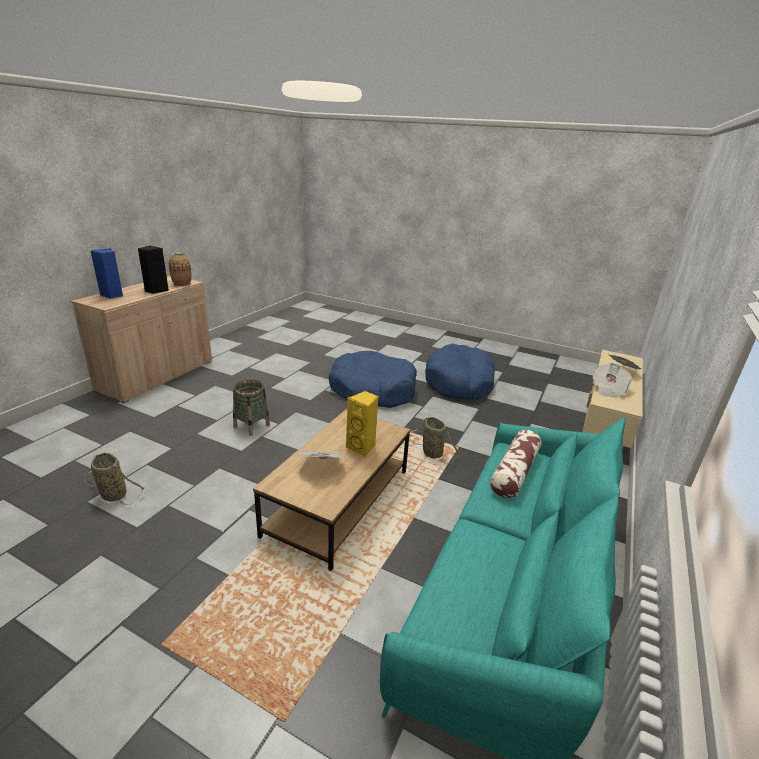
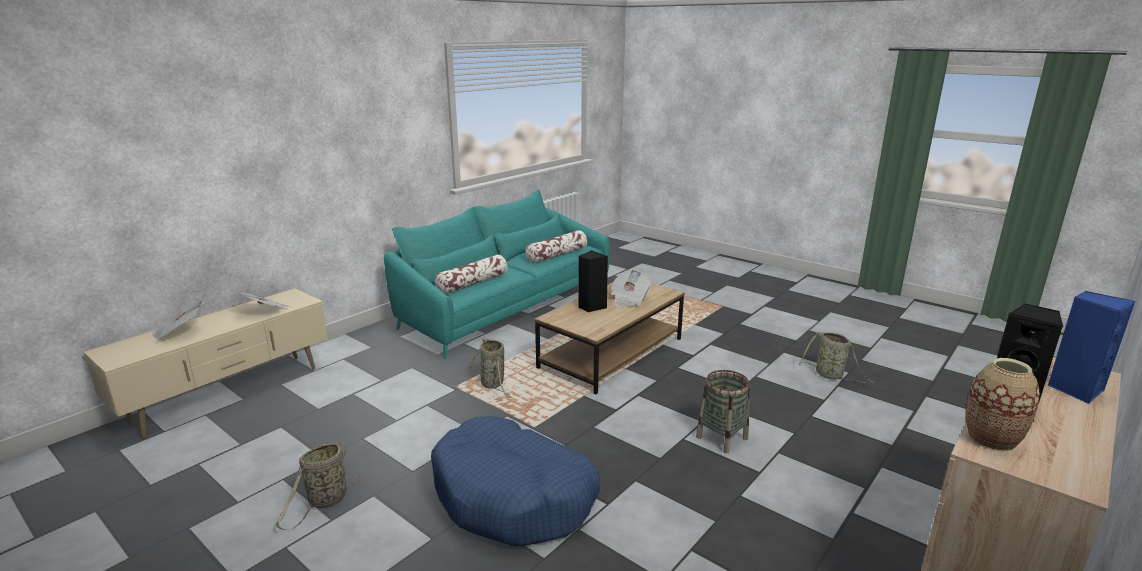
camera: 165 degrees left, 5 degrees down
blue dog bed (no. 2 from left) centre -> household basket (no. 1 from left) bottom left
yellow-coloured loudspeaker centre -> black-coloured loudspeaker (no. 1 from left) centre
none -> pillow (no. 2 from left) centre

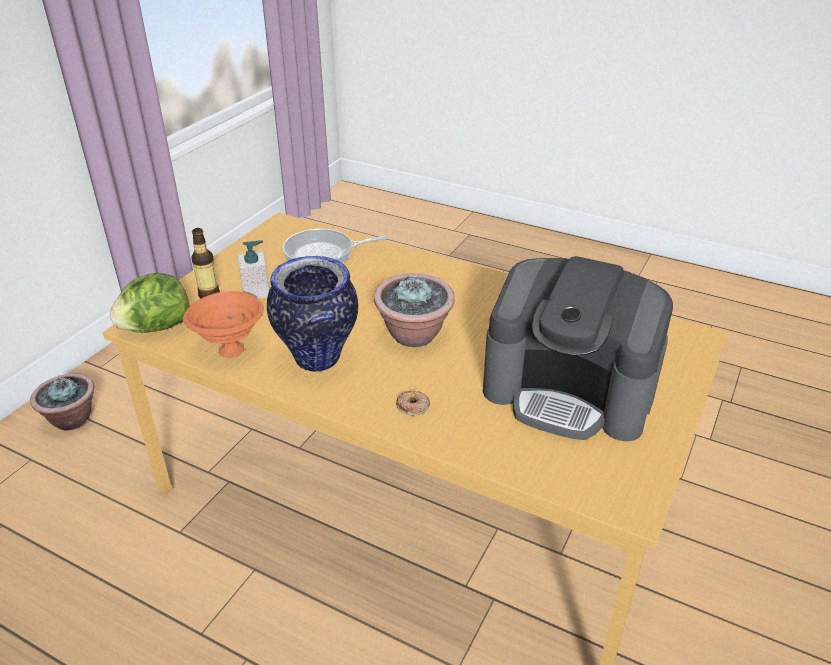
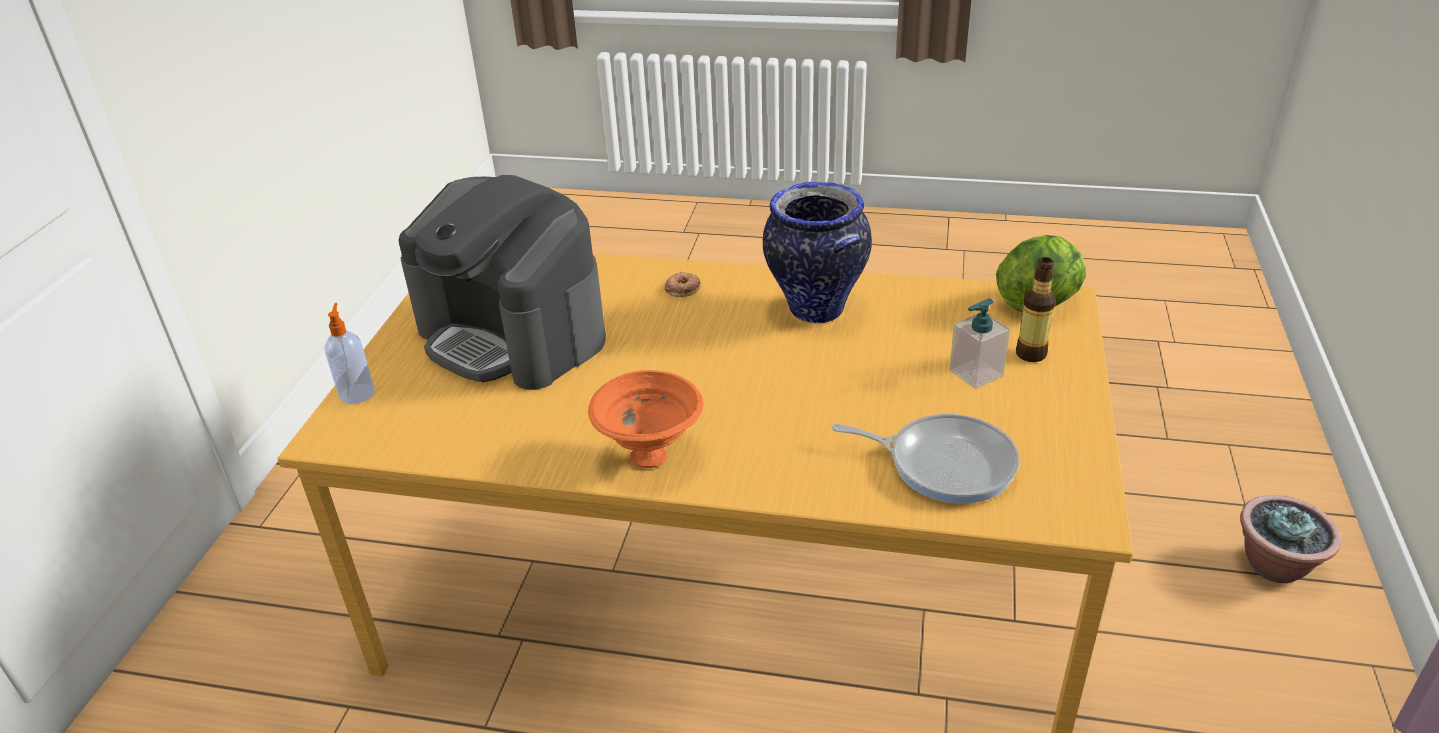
camera: 165 degrees right, 0 degrees up
frying pan centre, 45 degrees clockwise
coffee brewer middle right -> coffee brewer centre, 150 degrees counterclockwise
potted plant (no. 2 from left) centre -> none
orange serving bowl middle left -> orange serving bowl centre, relocated
none -> soap dispenser (no. 1 from left) middle left

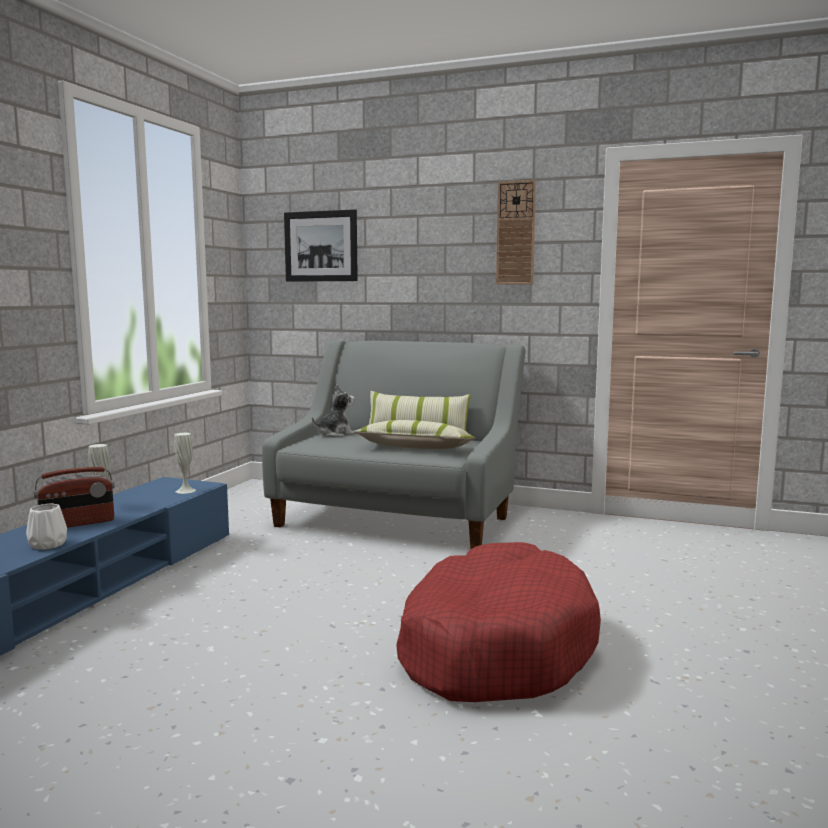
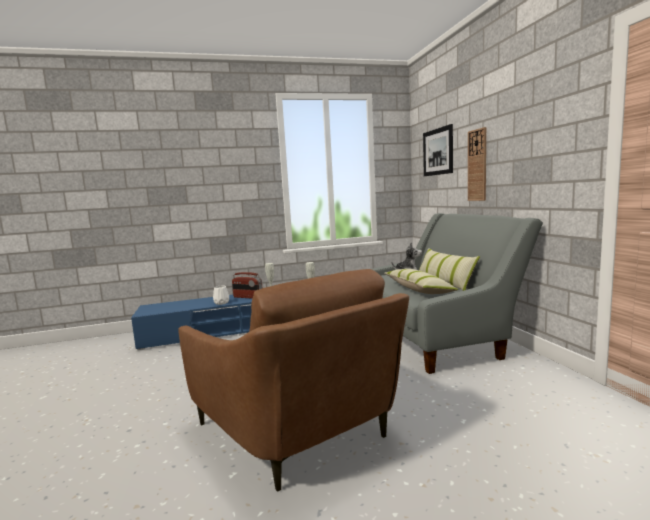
camera: 55 degrees right, 0 degrees up
wall clock top centre -> wall clock top right, relocated
red dog bed bottom centre -> brownish lounge chair bottom centre

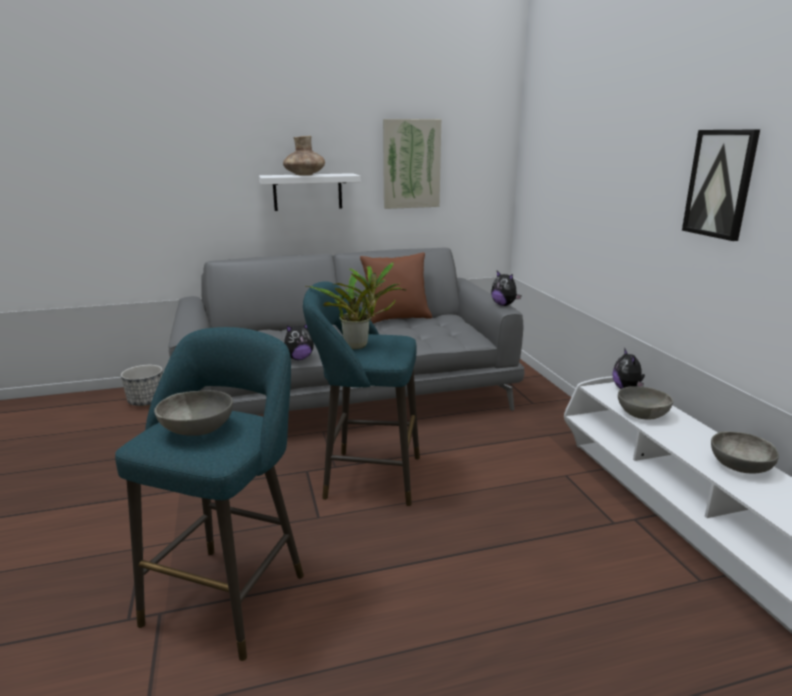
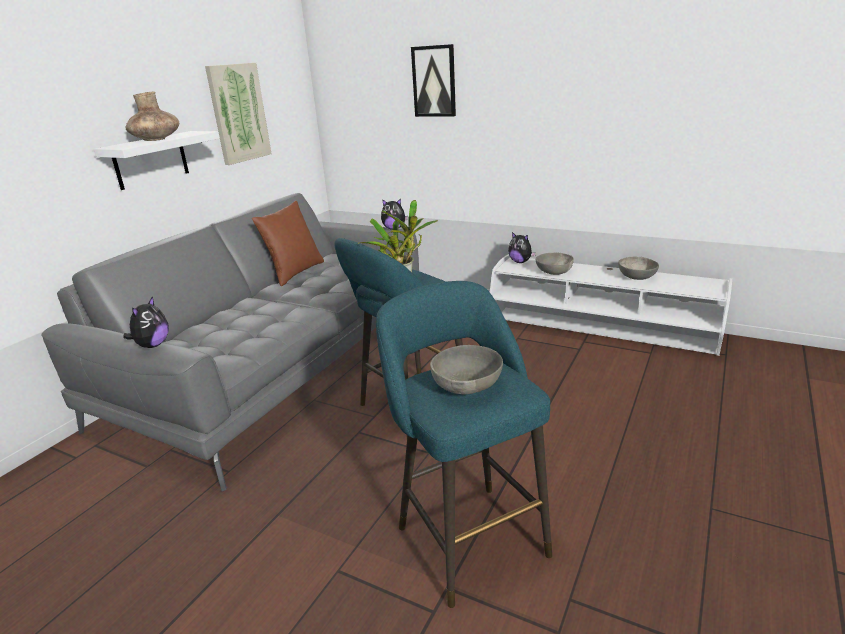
camera: 45 degrees left, 5 degrees up
wall art (no. 2 from left) top right -> wall art (no. 2 from left) top centre, relocated
soft toy (no. 1 from left) centre -> soft toy (no. 1 from left) middle left, relocated
planter middle left -> none

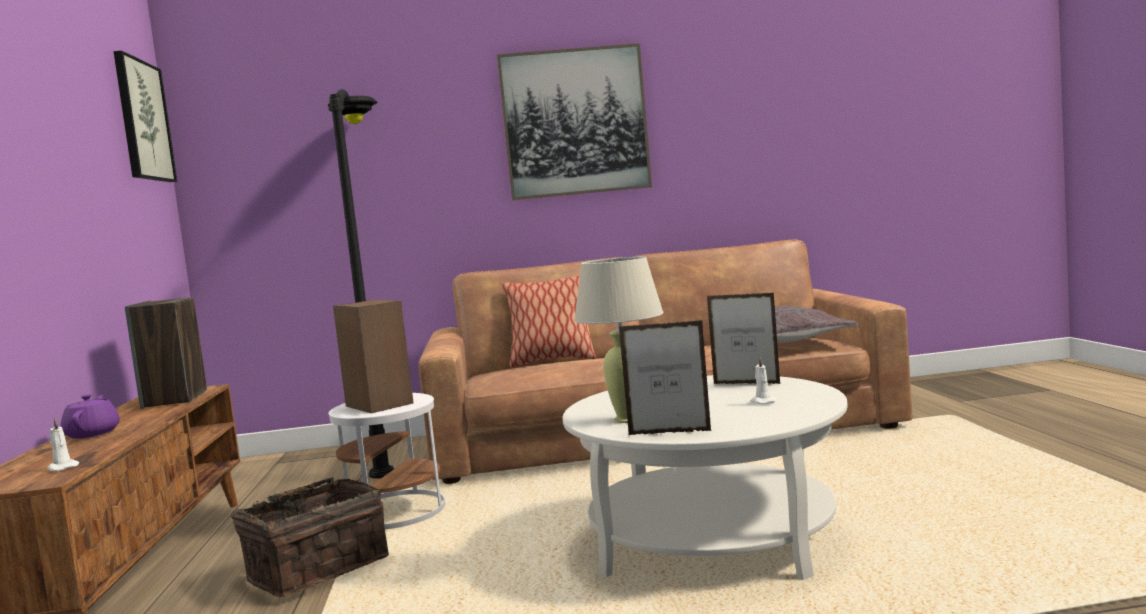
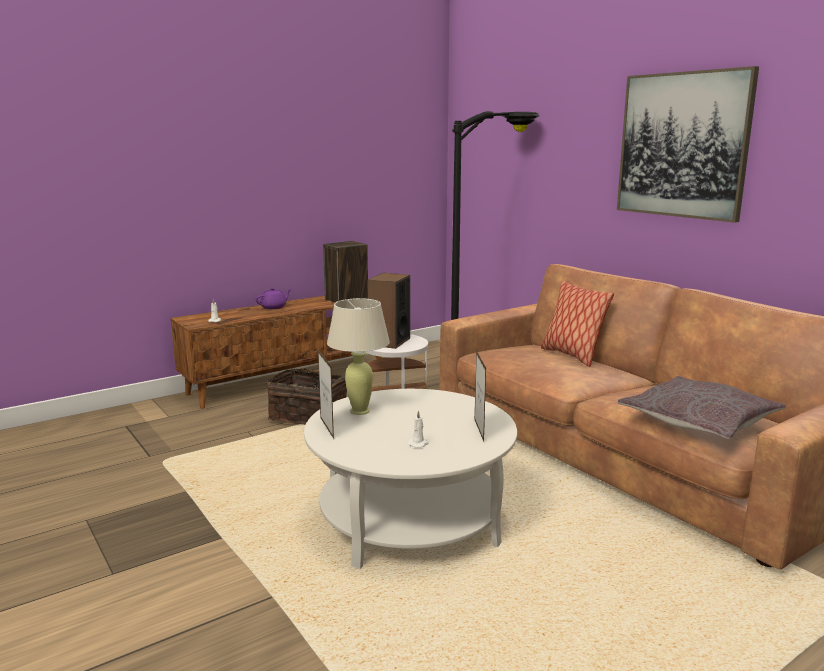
camera: 60 degrees right, 10 degrees up
wall art (no. 1 from left) top left -> none

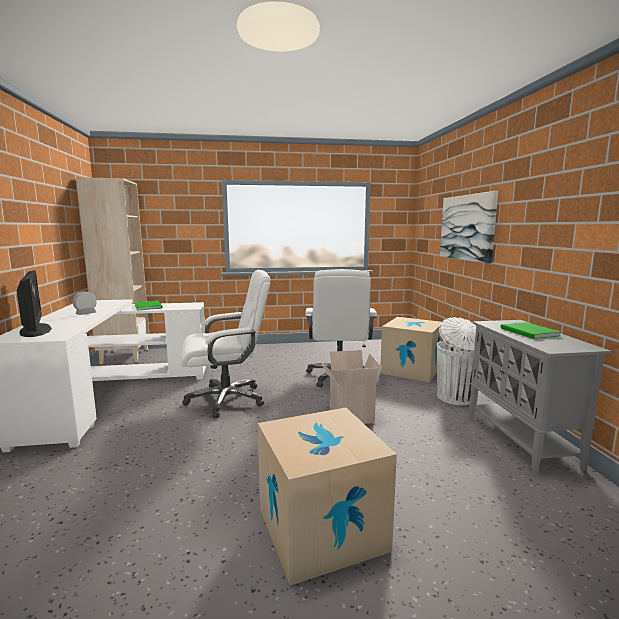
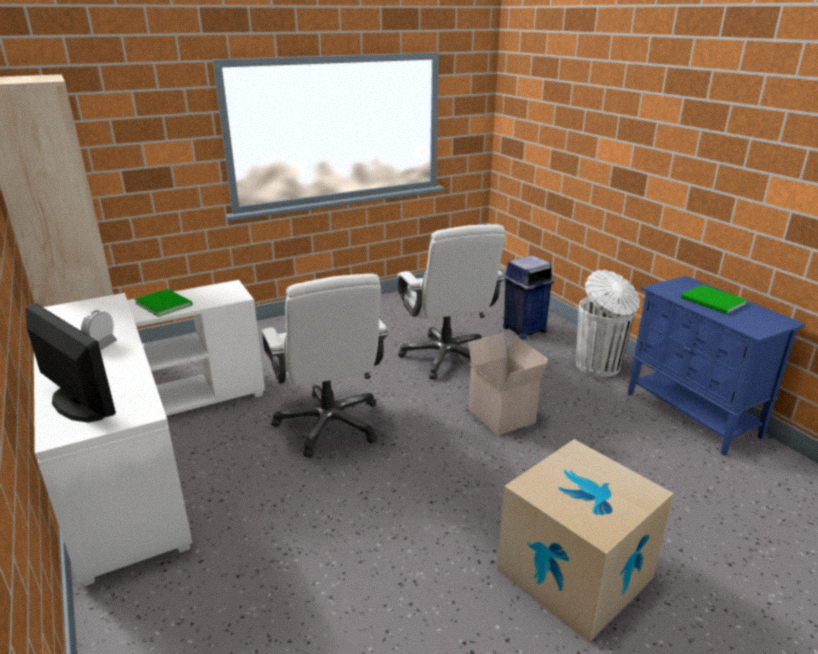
camera: 20 degrees left, 15 degrees up
wall art middle right -> none
whitish computer chair (no. 1 from left) centre, 105 degrees clockwise
cardboard box (no. 3 from left) centre -> blue trash can centre
greyish cabinet middle right -> blue cabinet middle right

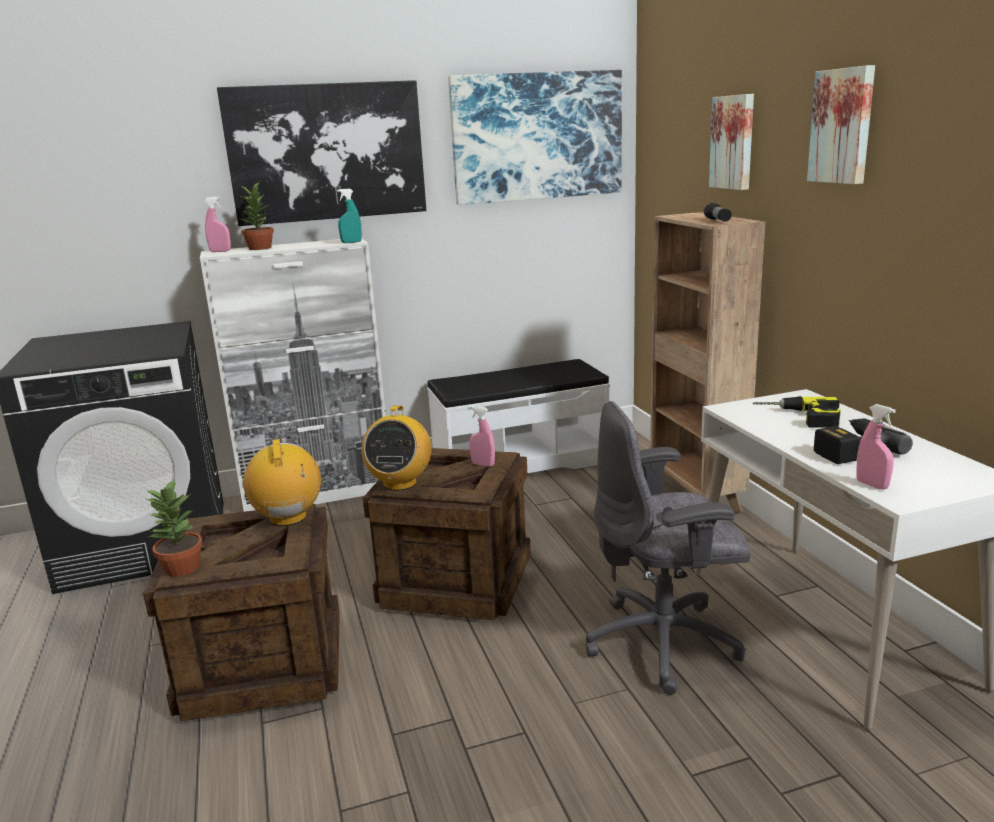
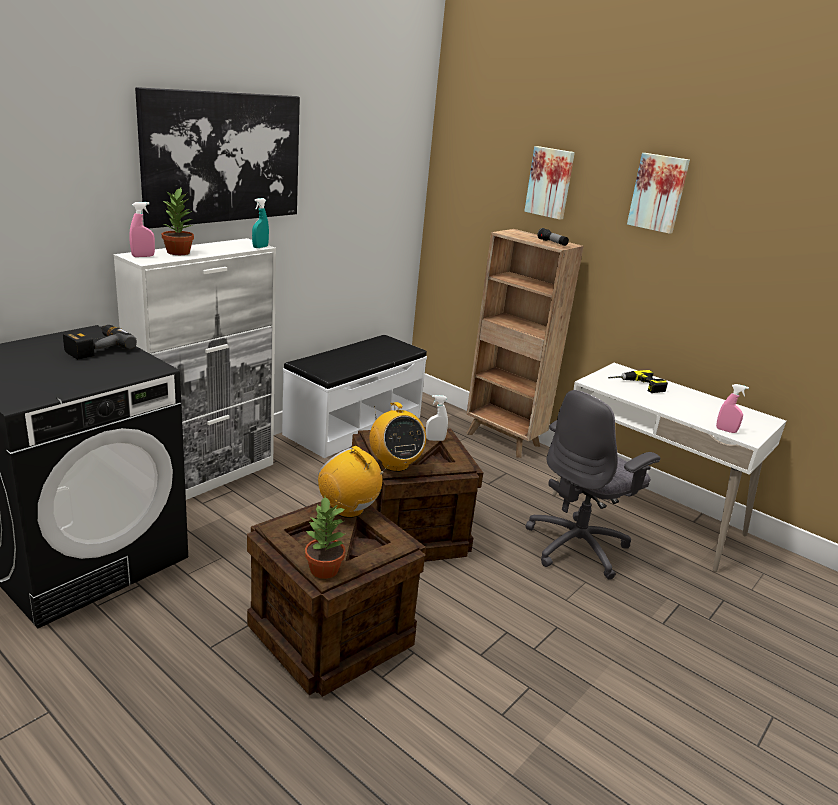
camera: 35 degrees left, 5 degrees up
wall art (no. 2 from left) top centre -> none
pink spray bottle (no. 2 from left) centre -> whitish spray bottle centre
power drill (no. 2 from left in the first image) middle right -> power drill (no. 1 from left) middle left, relocated

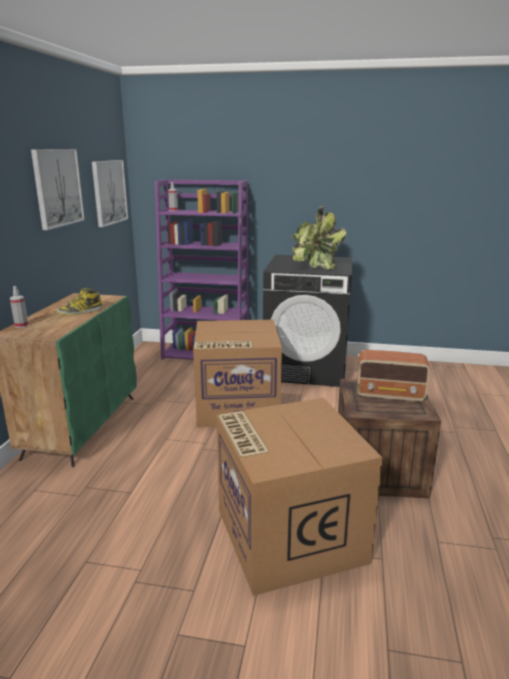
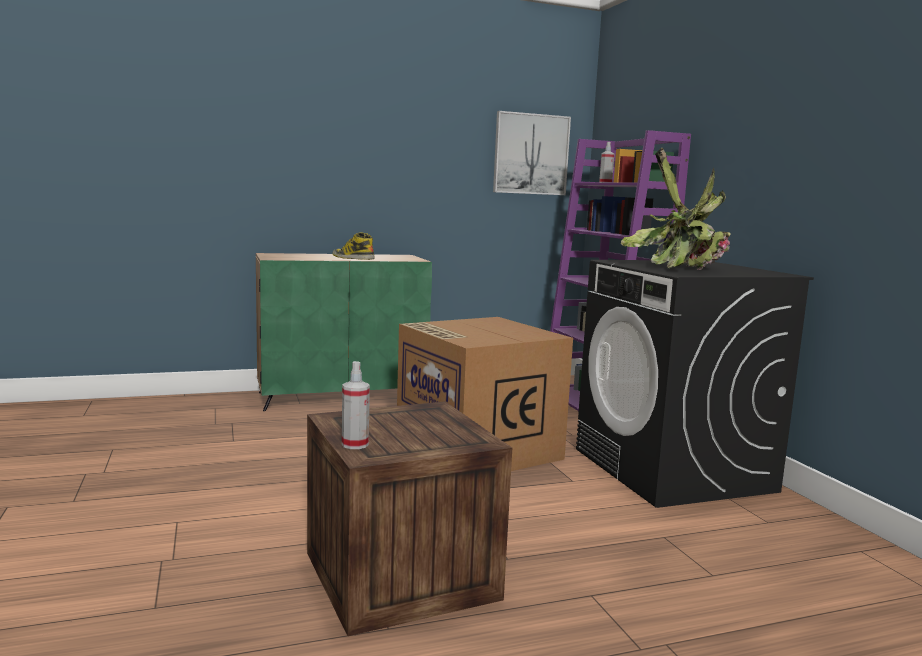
camera: 60 degrees right, 10 degrees down
wall art (no. 1 from left) top left -> none
spray bottle (no. 1 from left) middle left -> spray bottle (no. 1 from left) centre, relocated
radio middle right -> none
cardboard box (no. 2 from left) bottom centre -> none

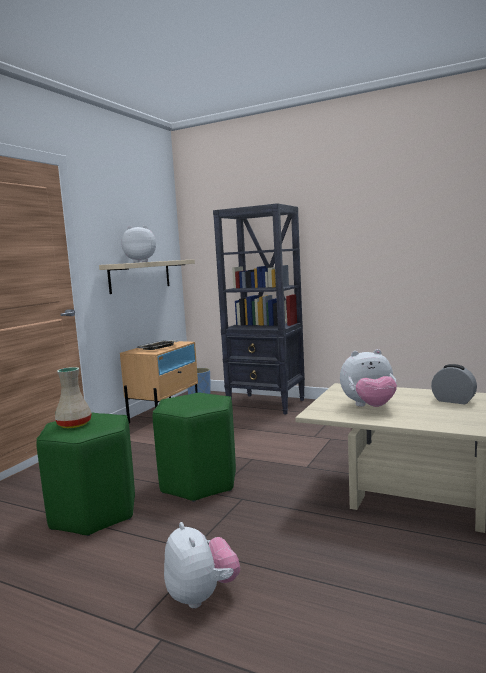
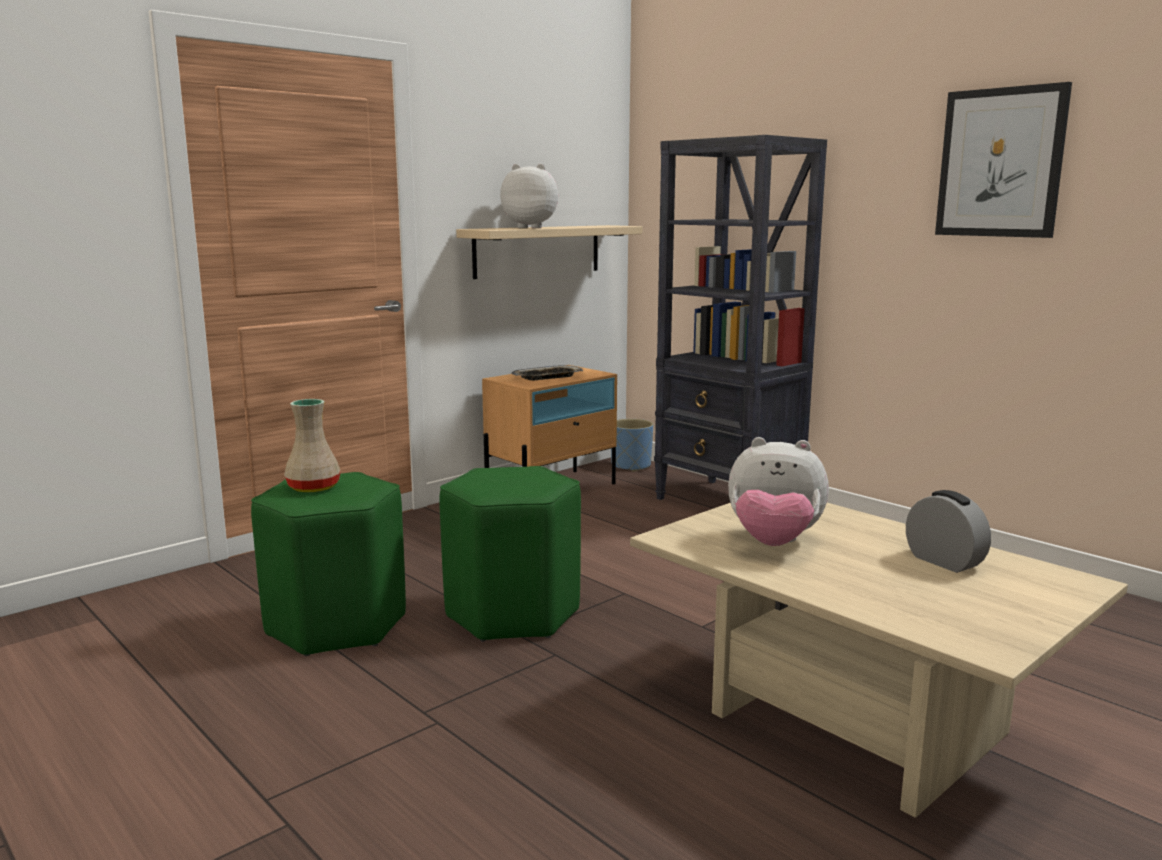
camera: 20 degrees right, 5 degrees up
soft toy (no. 2 from left) bottom centre -> none
none -> wall art top right

